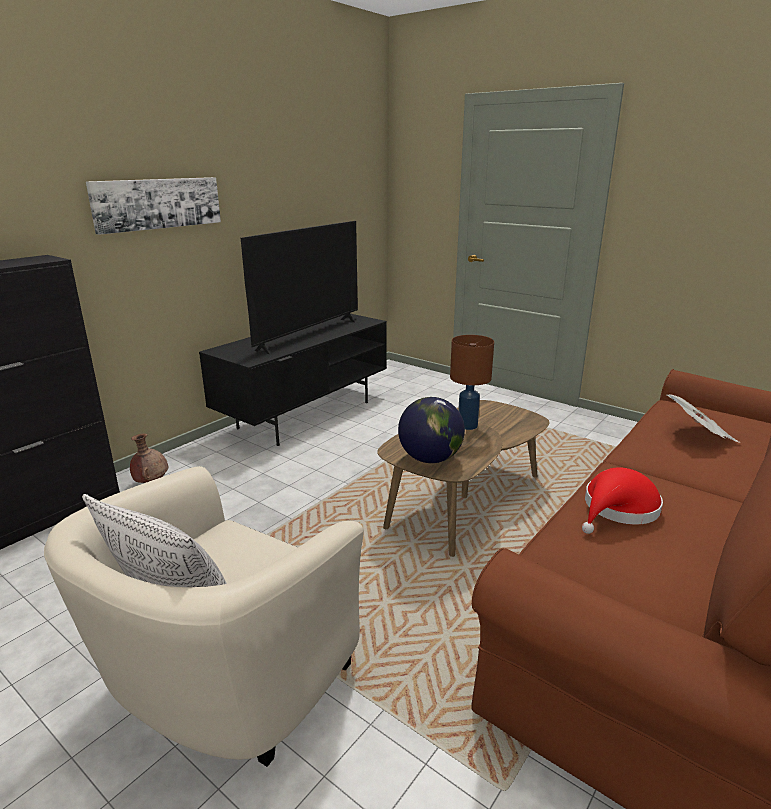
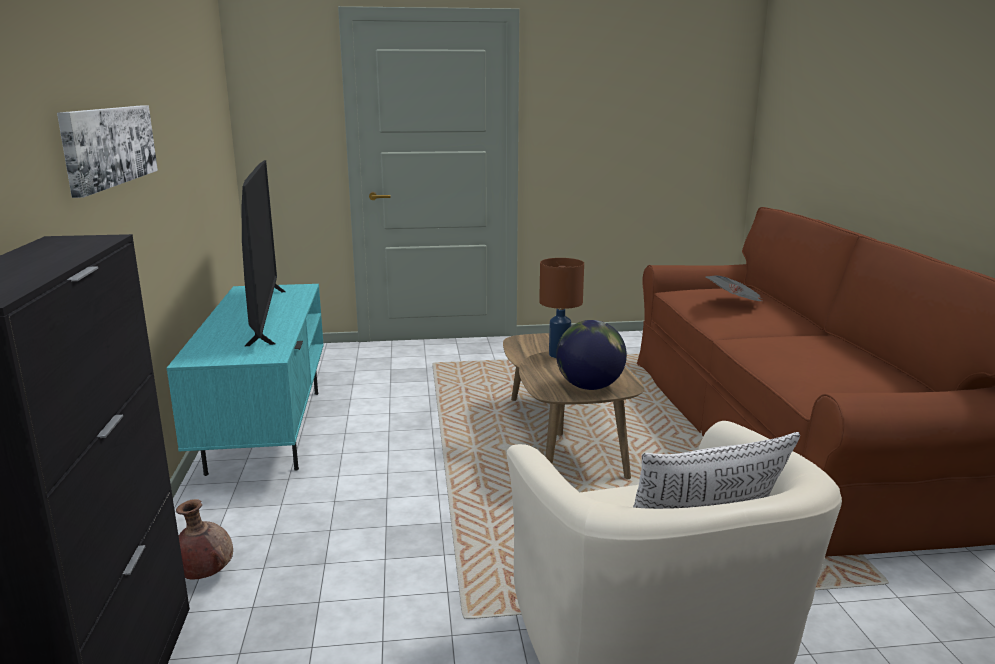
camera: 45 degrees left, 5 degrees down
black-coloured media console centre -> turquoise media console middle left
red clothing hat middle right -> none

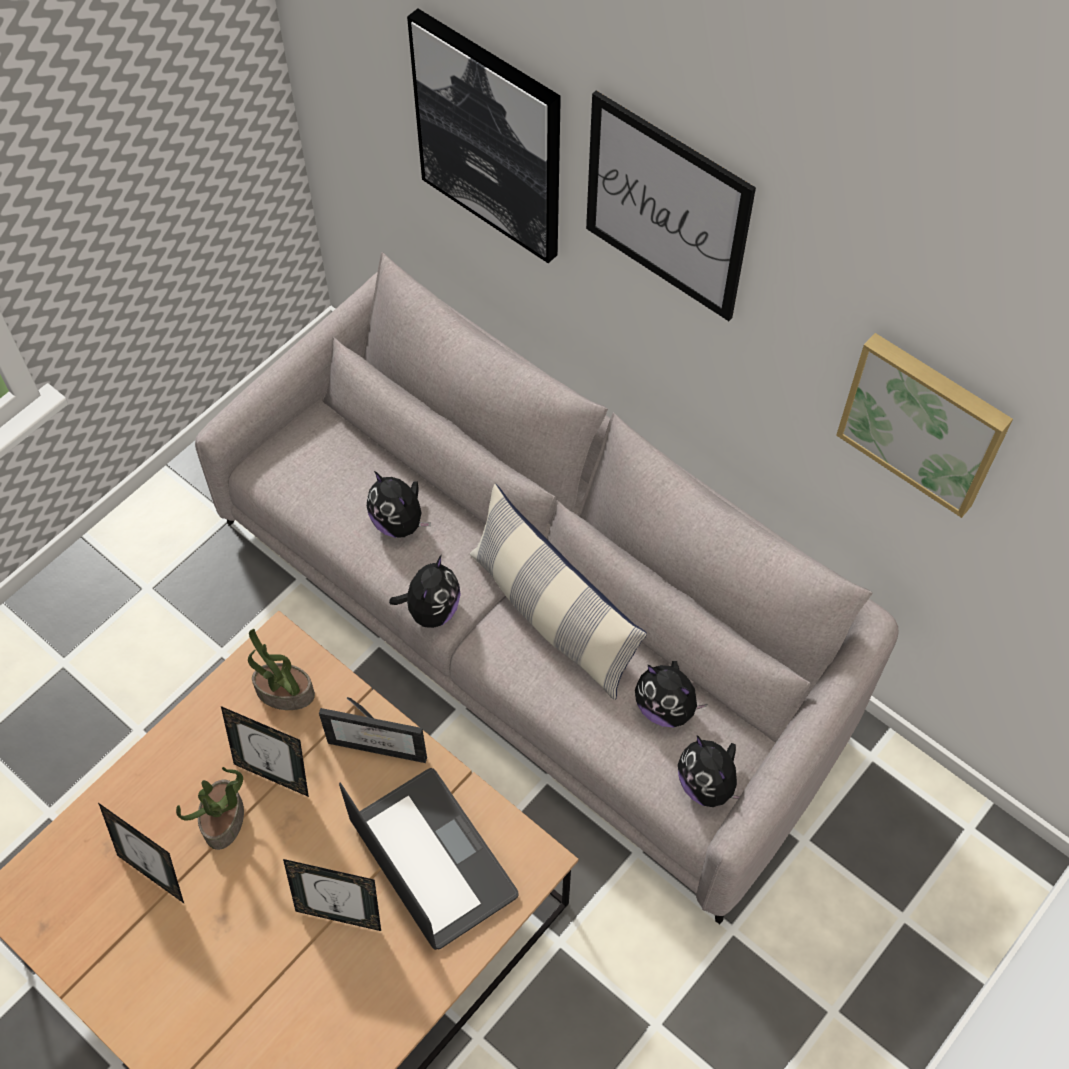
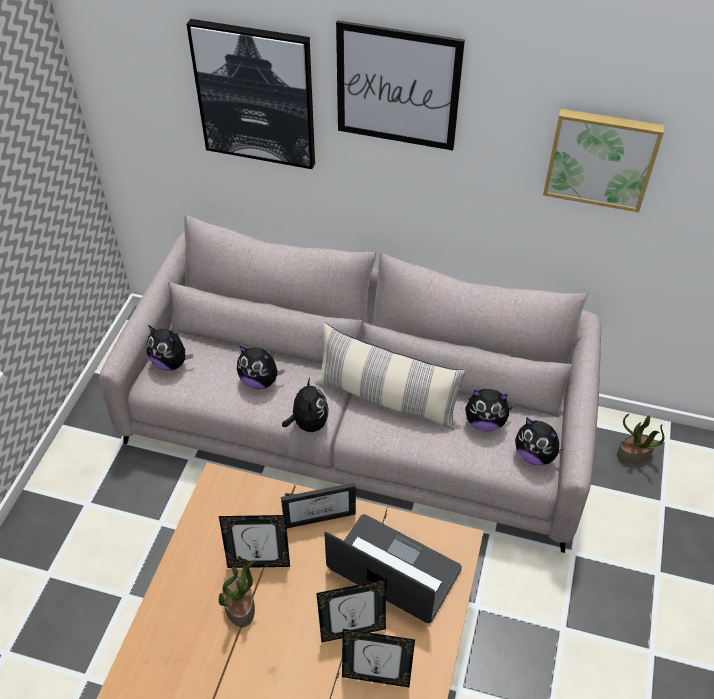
camera: 25 degrees left, 10 degrees down
potted plant (no. 2 from left) middle left -> potted plant (no. 2 from left) middle right, relocated
picture frame (no. 1 from left in the first image) bottom left -> picture frame (no. 4 from left) bottom centre, relocated
none -> soft toy (no. 1 from left) middle left

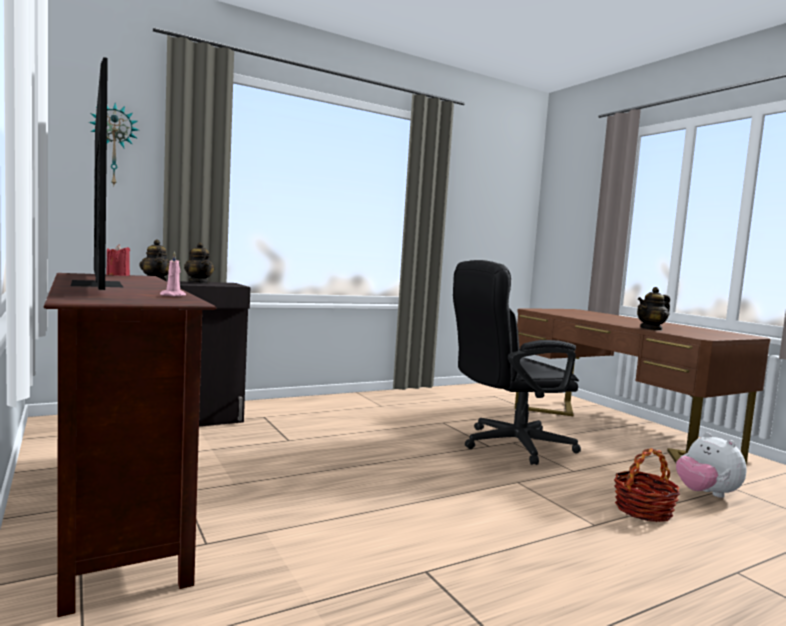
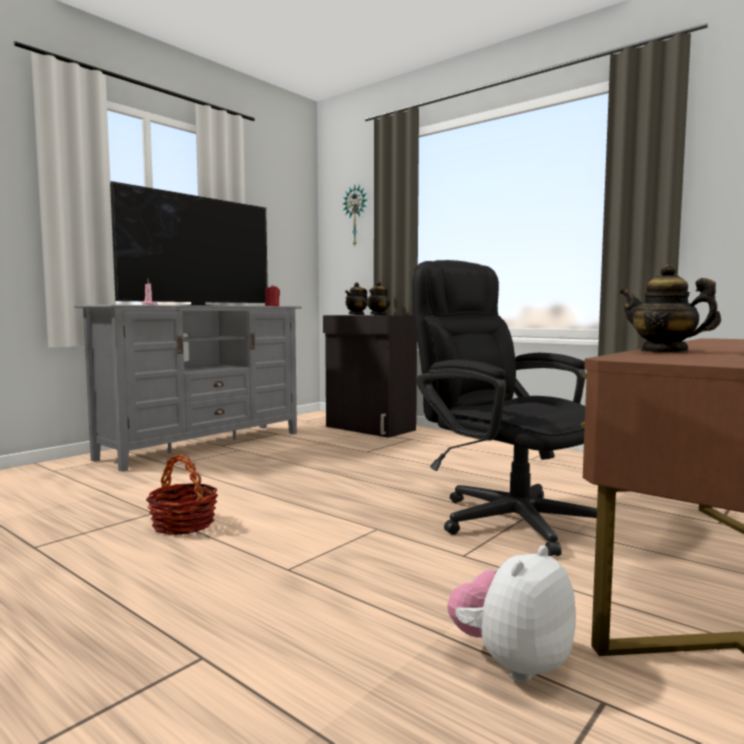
camera: 70 degrees right, 0 degrees up
brownish media console bottom left -> greyish media console middle left
household basket bottom right -> household basket middle left, relocated

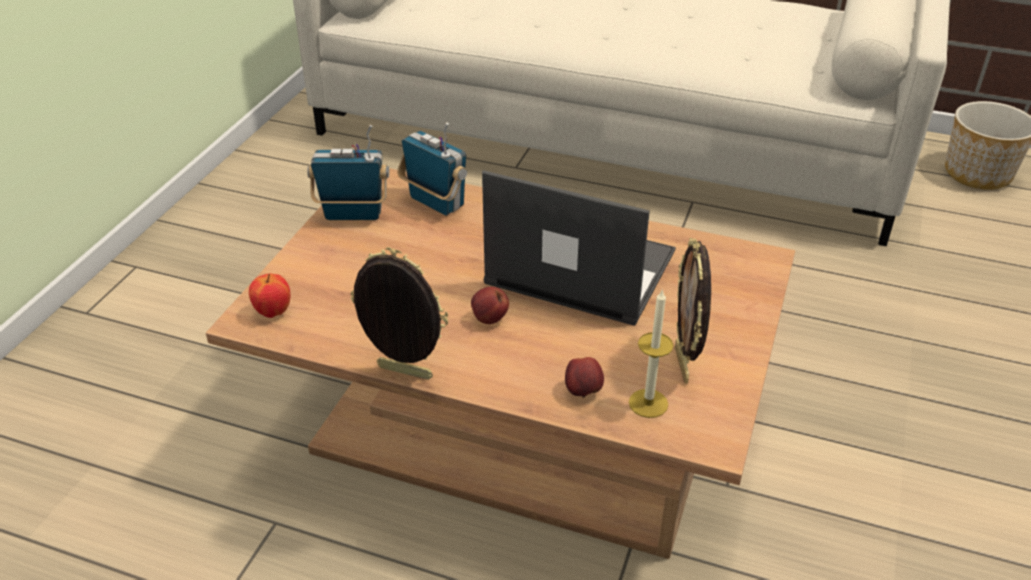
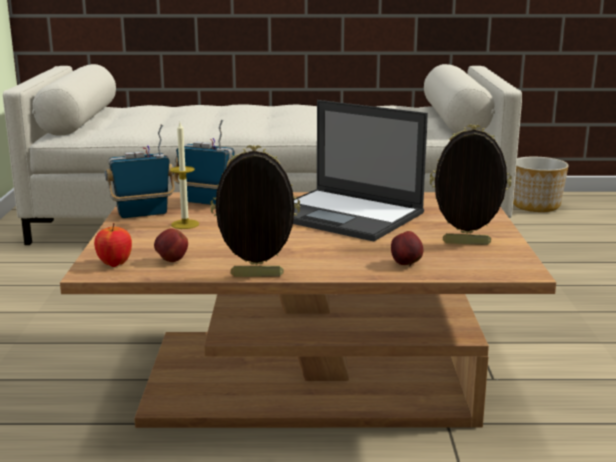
camera: 20 degrees left, 20 degrees down
laptop centre, 150 degrees counterclockwise
picture frame (no. 2 from left) middle right, 120 degrees clockwise
whole apple (no. 2 from left) centre -> whole apple (no. 2 from left) middle left, relocated
wax light centre -> wax light middle left, relocated

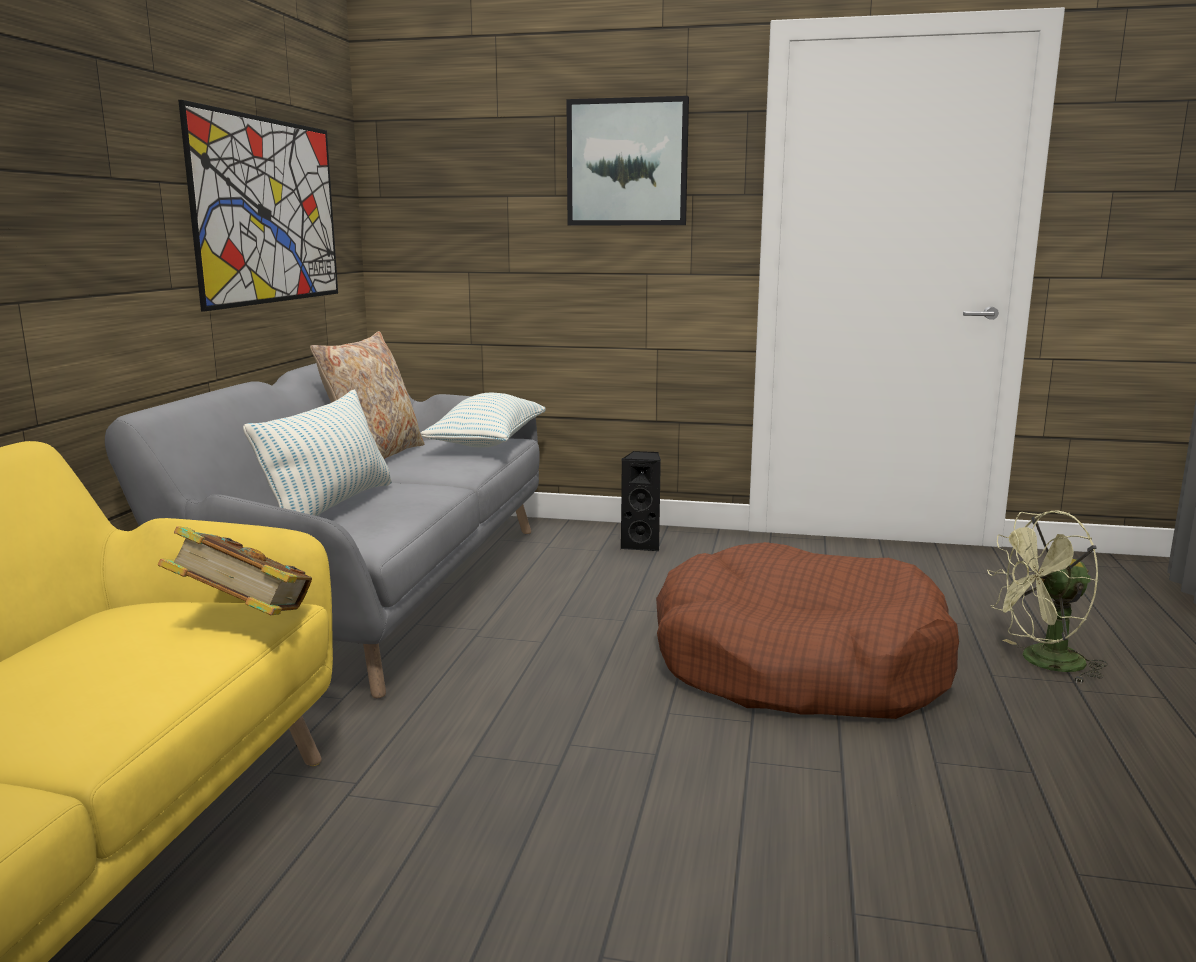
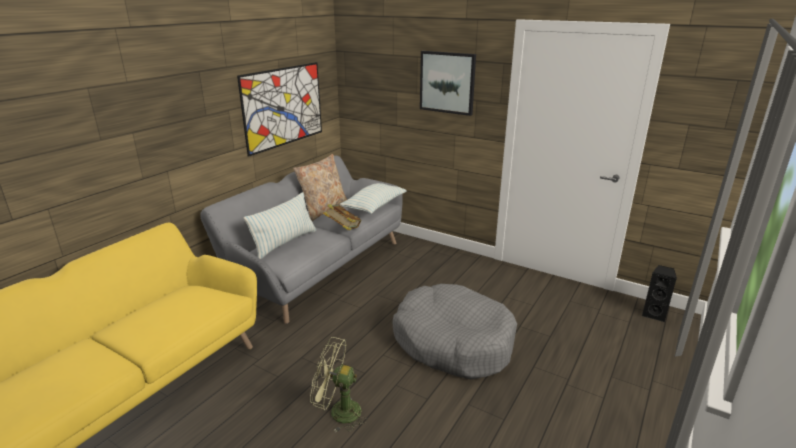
camera: 20 degrees right, 10 degrees up
black-coloured loudspeaker centre -> black-coloured loudspeaker middle right, relocated
greenish electric fan middle right -> greenish electric fan bottom centre, relocated
book middle left -> book centre, relocated
brownish dog bed middle right -> greyish dog bed bottom centre

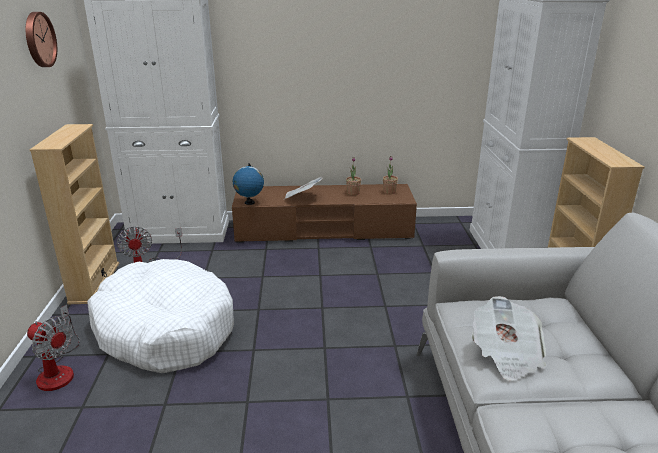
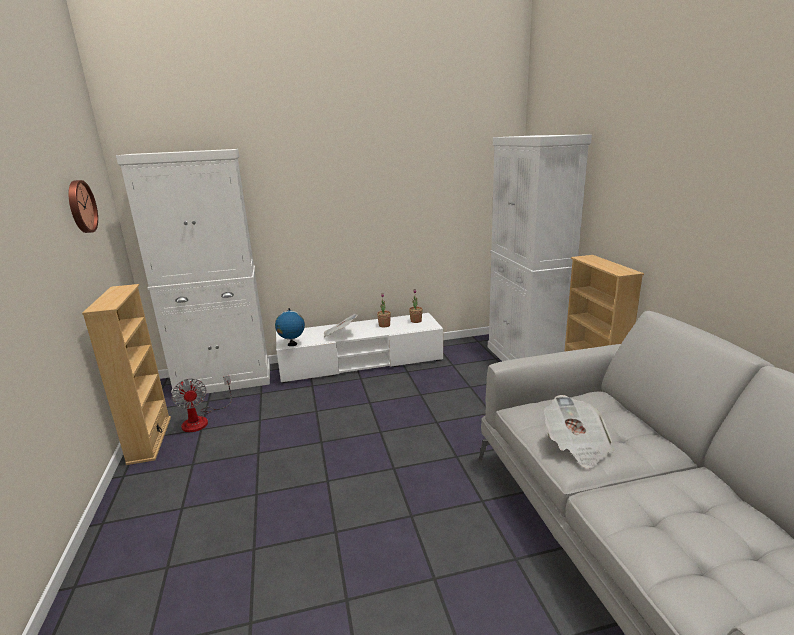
camera: 10 degrees left, 5 degrees down
brownish media console centre -> whitish media console centre
whitish dog bed bottom left -> none
electric fan (no. 1 from left) bottom left -> none

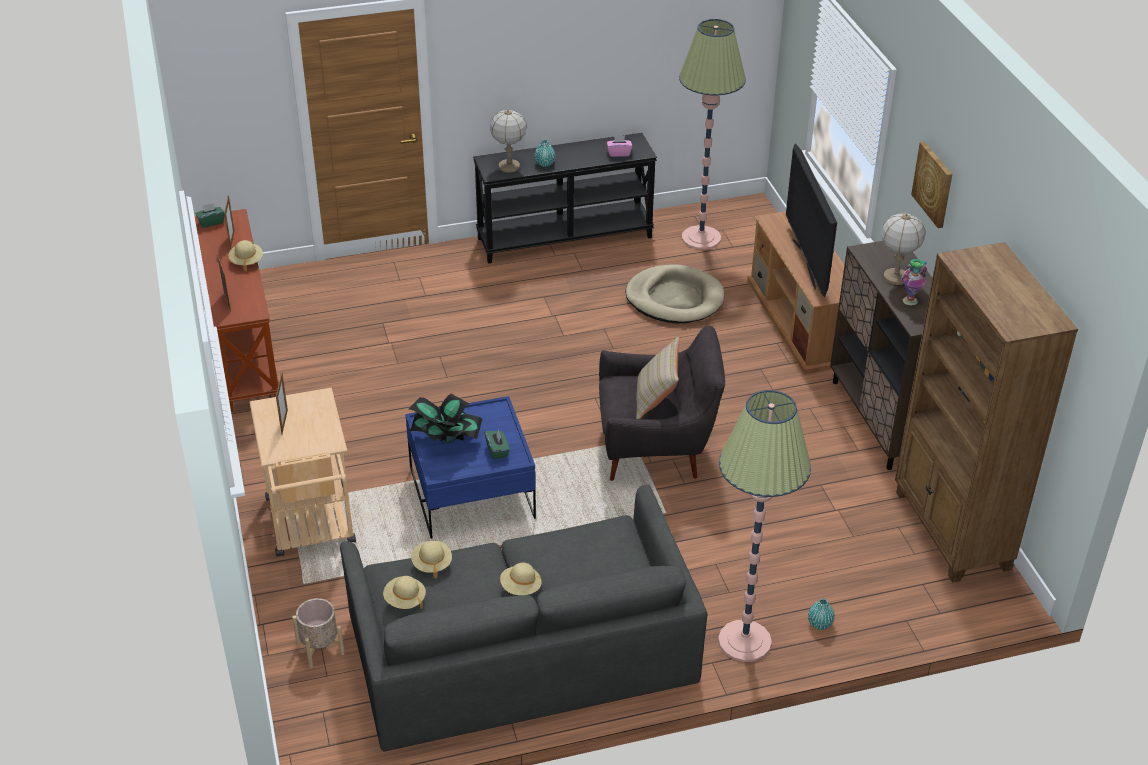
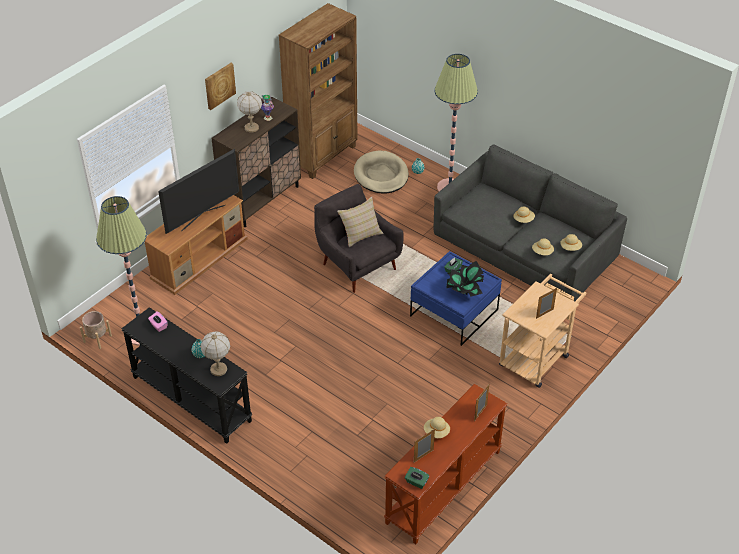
camera: 125 degrees left, 5 degrees up
beige dog bed centre -> beige dog bed top centre, relocated
beige planter bottom left -> beige planter middle left, relocated

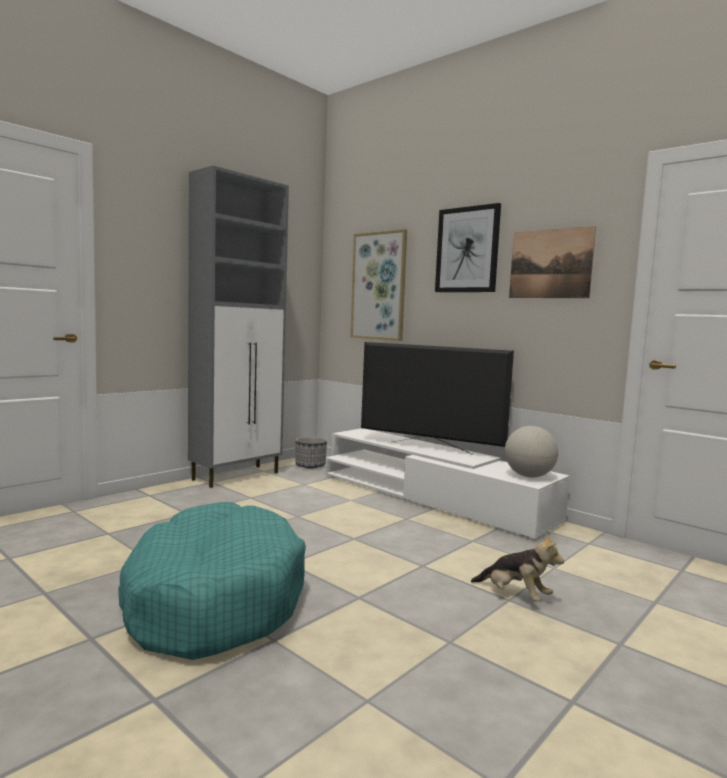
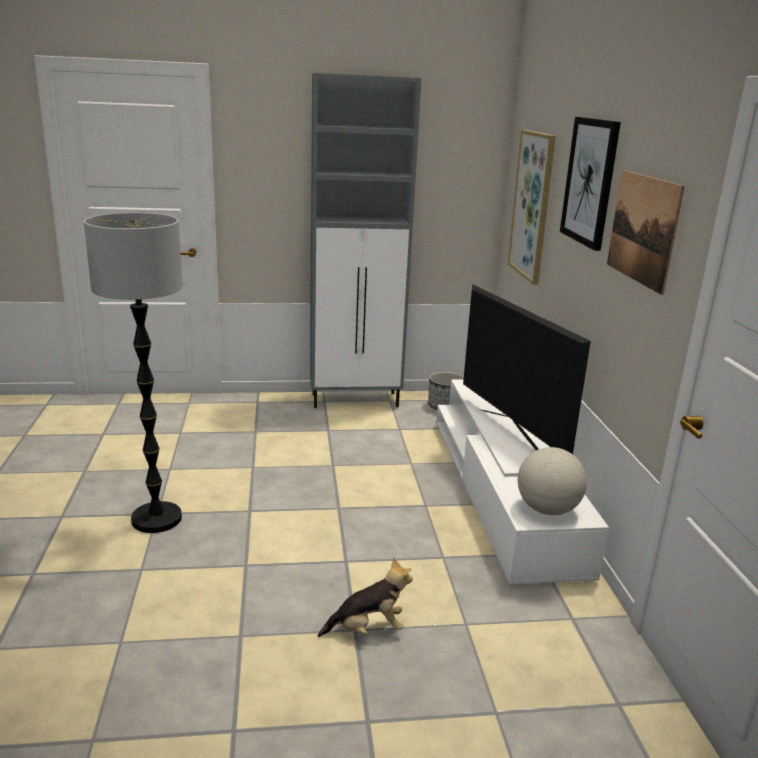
camera: 40 degrees right, 15 degrees up
turquoise dog bed bottom left -> standard lamp middle left
soft toy bottom right -> soft toy bottom centre, 90 degrees counterclockwise

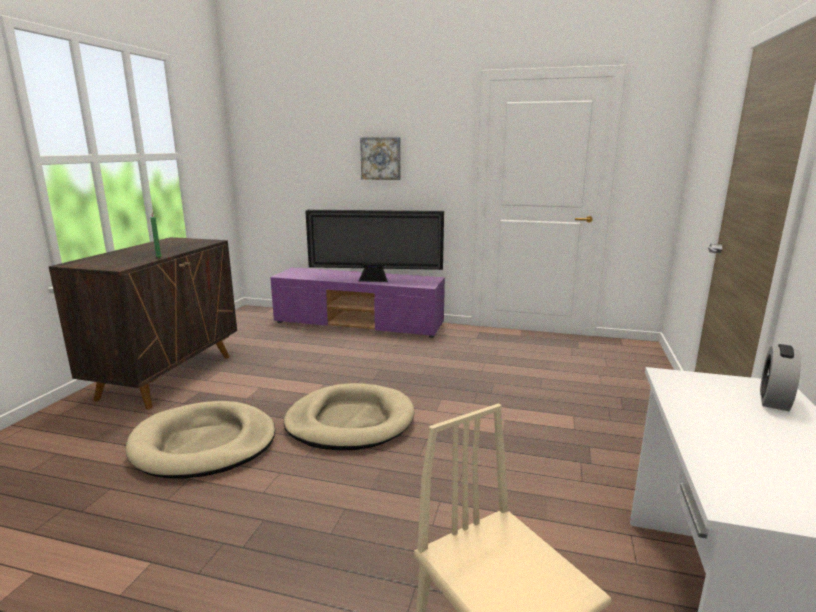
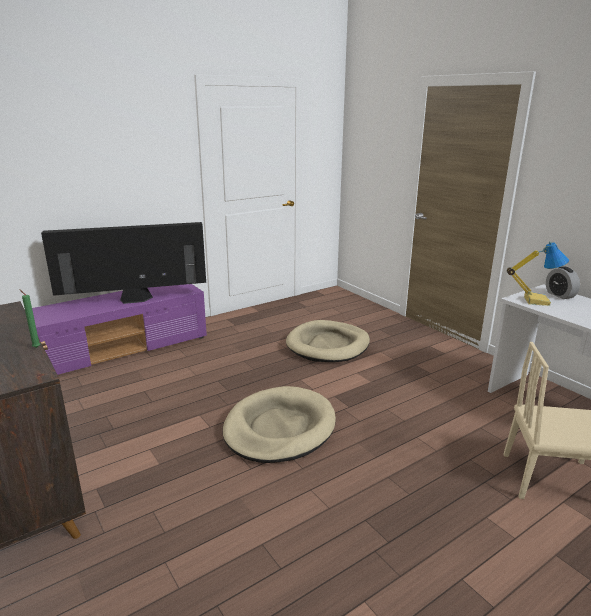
camera: 50 degrees left, 5 degrees up
wall art top centre -> none
TV set centre -> TV set middle left, 150 degrees counterclockwise
beige dog bed (no. 1 from left in the first image) bottom left -> beige dog bed (no. 2 from left) centre, relocated
none -> tabletop lamp middle right

